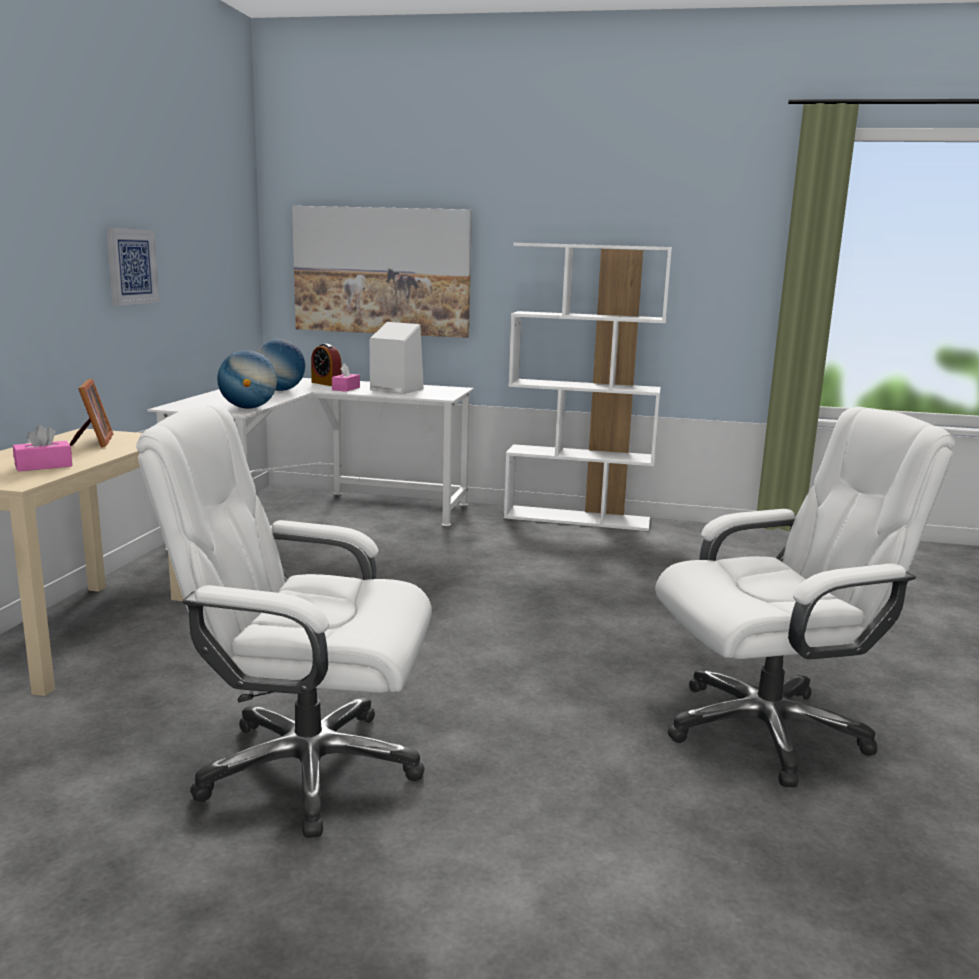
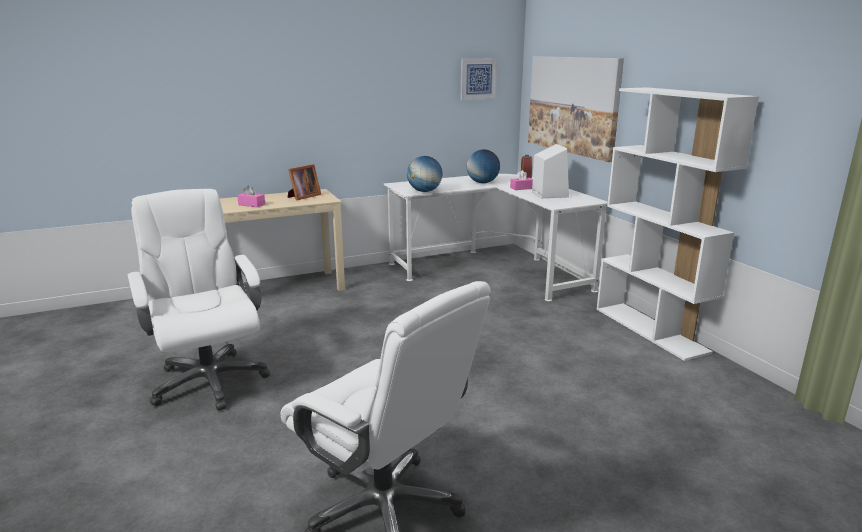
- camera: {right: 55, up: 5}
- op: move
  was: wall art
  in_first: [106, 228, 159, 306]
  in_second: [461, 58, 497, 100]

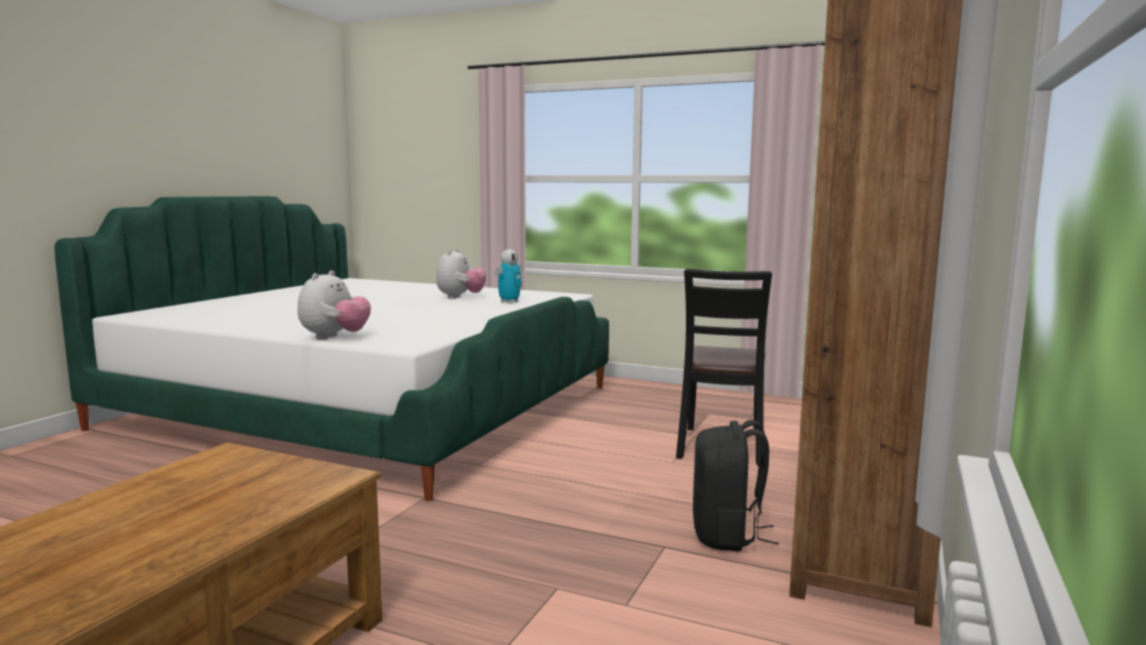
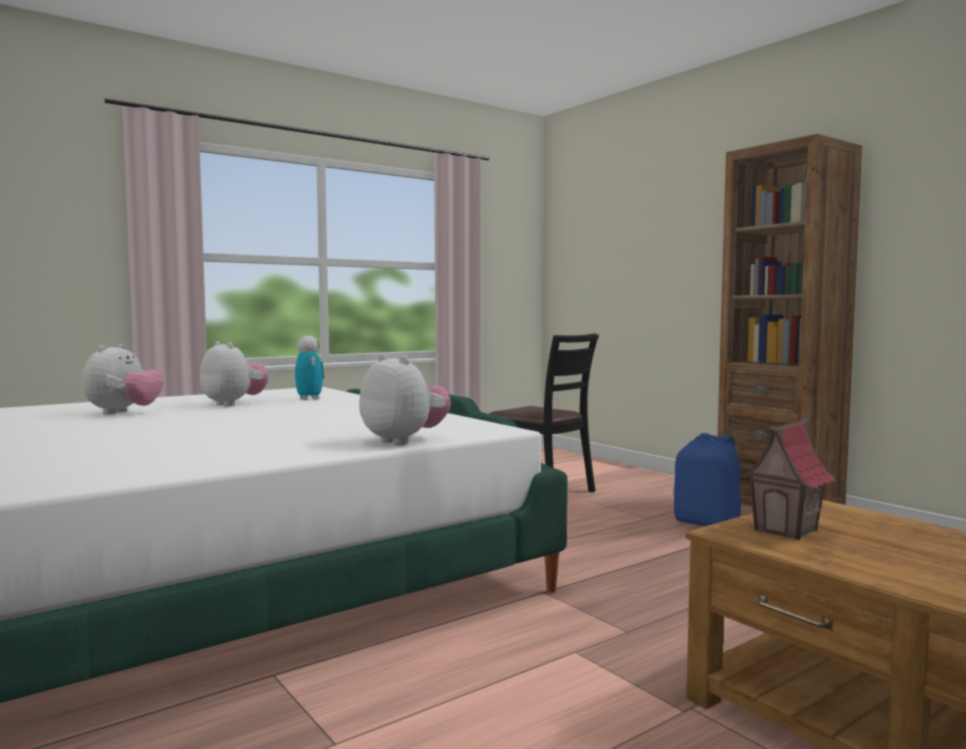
- camera: {right: -60, up: -5}
- op: recolor
  was: knapsack (black-coloured)
  now: knapsack (blue-coloured)
  in_first: [693, 420, 779, 551]
  in_second: [673, 433, 741, 526]
- op: insert
  now: plush toy
  in_second: [82, 344, 164, 415]
- op: insert
  now: toy house
  in_second: [741, 417, 835, 540]

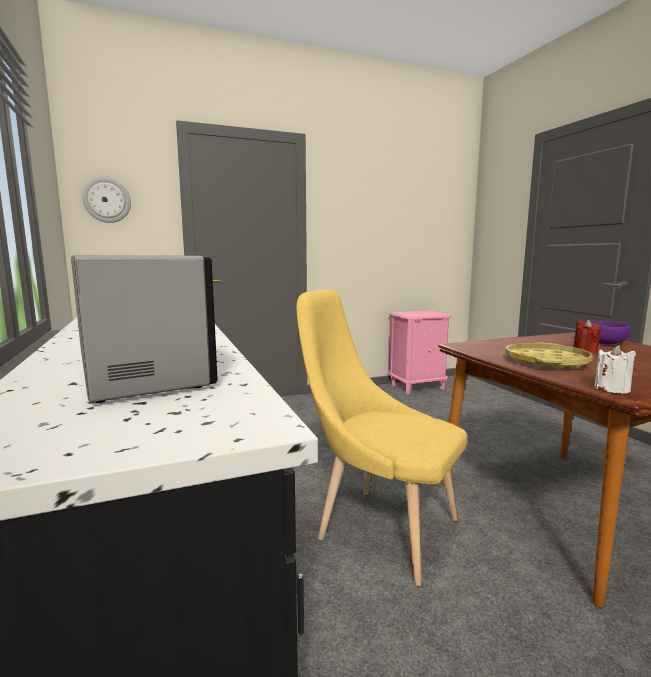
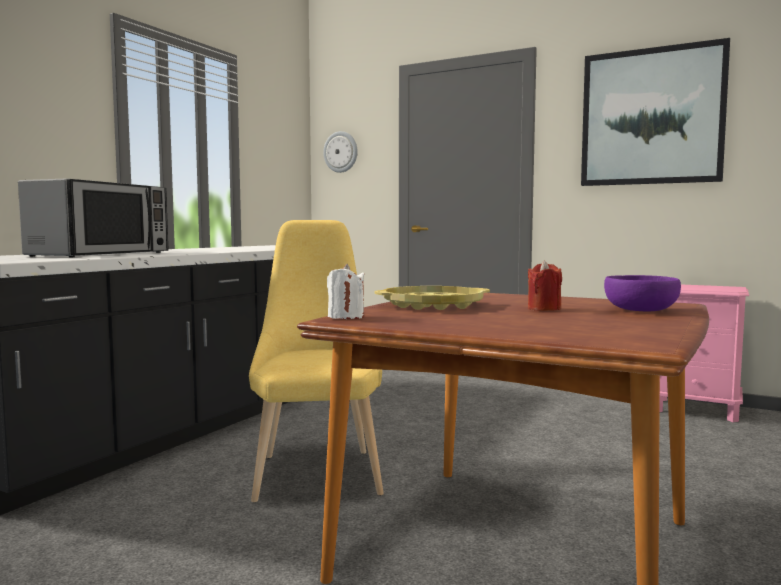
- camera: {right: 50, up: -5}
- op: insert
  now: wall art
  in_second: [581, 38, 730, 186]

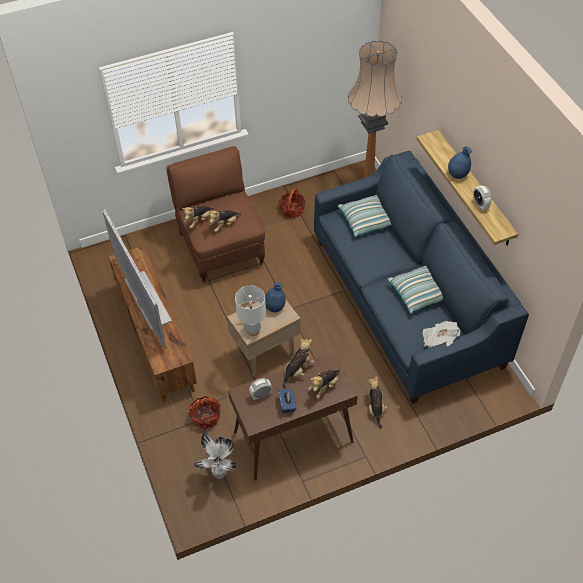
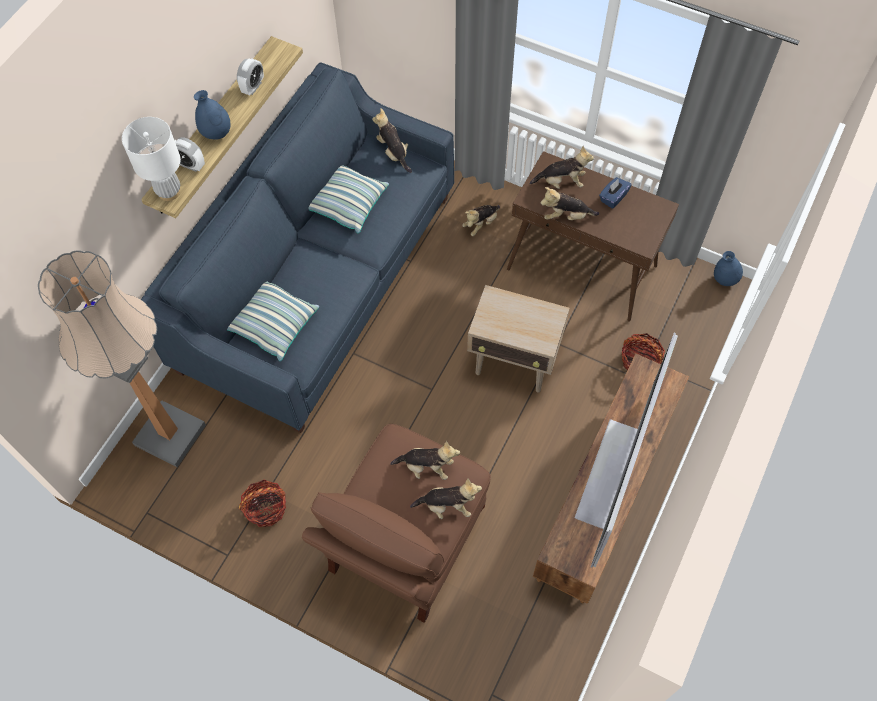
- camera: {right: -130, up: 10}
- op: move
  was: flower vase (blue-coloured)
  in_first: [265, 282, 286, 312]
  in_second: [714, 251, 743, 286]
- op: move
  was: tabletop lamp (whitish)
  in_first: [235, 285, 266, 336]
  in_second: [122, 117, 181, 201]
- op: replace
  was: daily paper
  now: plush toy
  in_first: [423, 321, 460, 347]
  in_second: [372, 108, 412, 173]
- op: move
  was: table clock
  in_first: [249, 378, 272, 400]
  in_second: [175, 137, 205, 172]
- op: delete
  was: houseplant
  in_first: [194, 433, 237, 479]

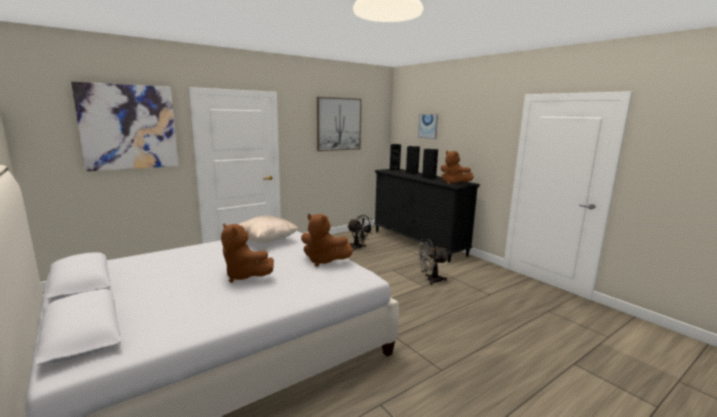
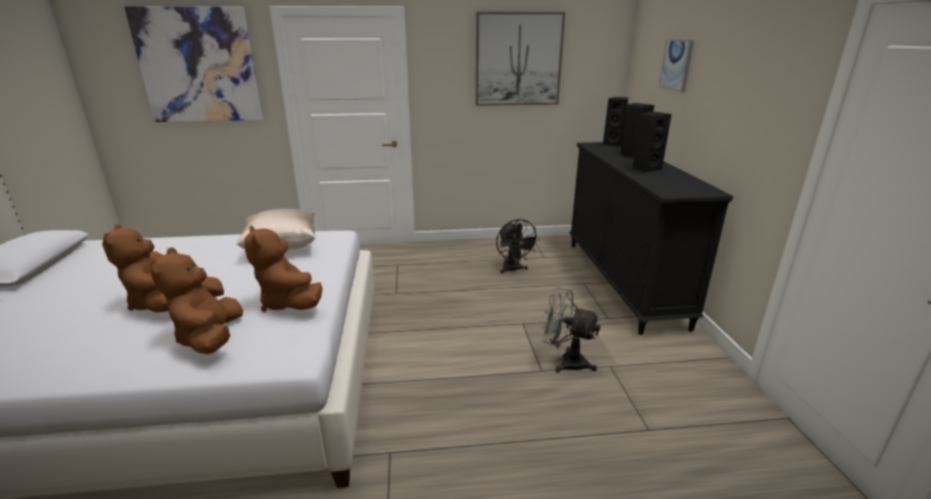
- camera: {right: 30, up: 10}
- op: move
  was: plush toy (brown-coloured)
  in_first: [441, 151, 474, 185]
  in_second: [150, 247, 243, 354]

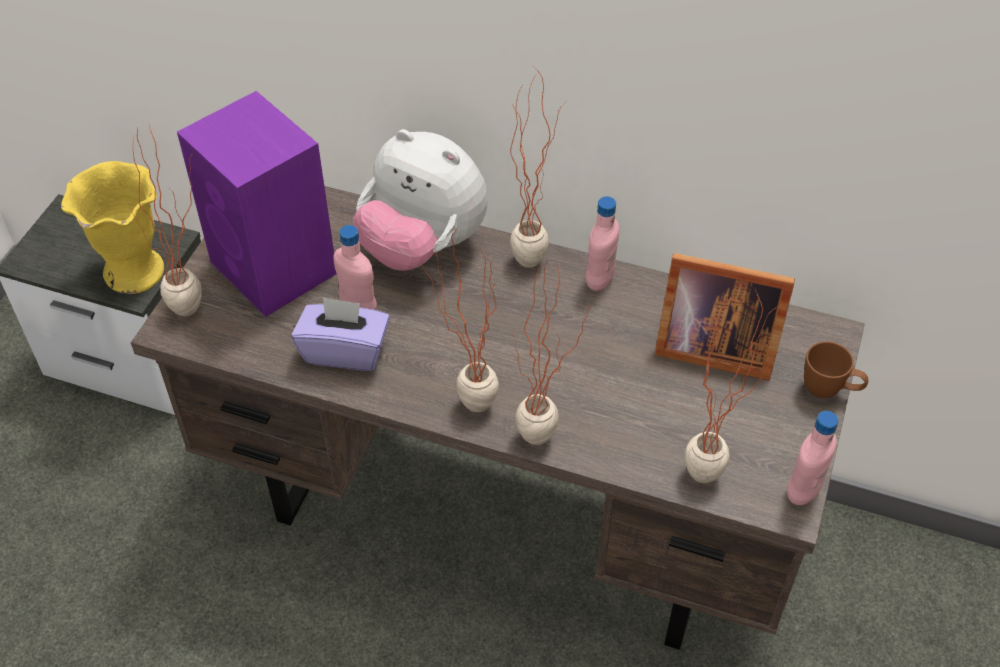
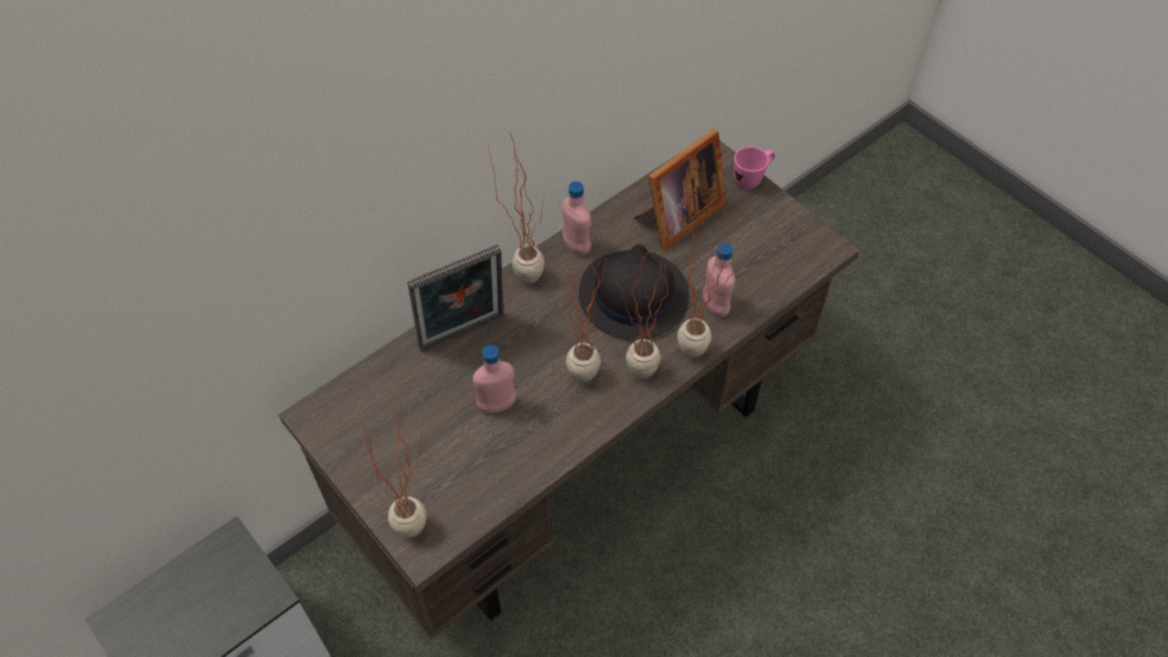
- camera: {right: -60, up: 5}
- op: delete
  was: loudspeaker (purplish)
  in_first: [177, 91, 337, 317]
- op: replace
  was: plush toy
  now: photo frame
  in_first: [353, 129, 488, 271]
  in_second: [407, 245, 504, 352]
- op: delete
  was: flower vase (yellowish)
  in_first: [61, 161, 164, 294]
- op: move
  was: houseplant
  in_first: [685, 290, 782, 483]
  in_second: [564, 230, 611, 383]
- op: delete
  was: tissue holder (purplish)
  in_first: [292, 297, 390, 371]
- op: recolor
  was: tea mug (brown-coloured)
  now: tea mug (pink)
  in_first: [804, 341, 868, 398]
  in_second: [734, 146, 775, 189]
- op: move
  was: beverage bottle (pink)
  in_first: [787, 411, 839, 505]
  in_second: [703, 243, 735, 317]
- op: insert
  now: clothing hat (black-coloured)
  in_second: [579, 244, 689, 340]

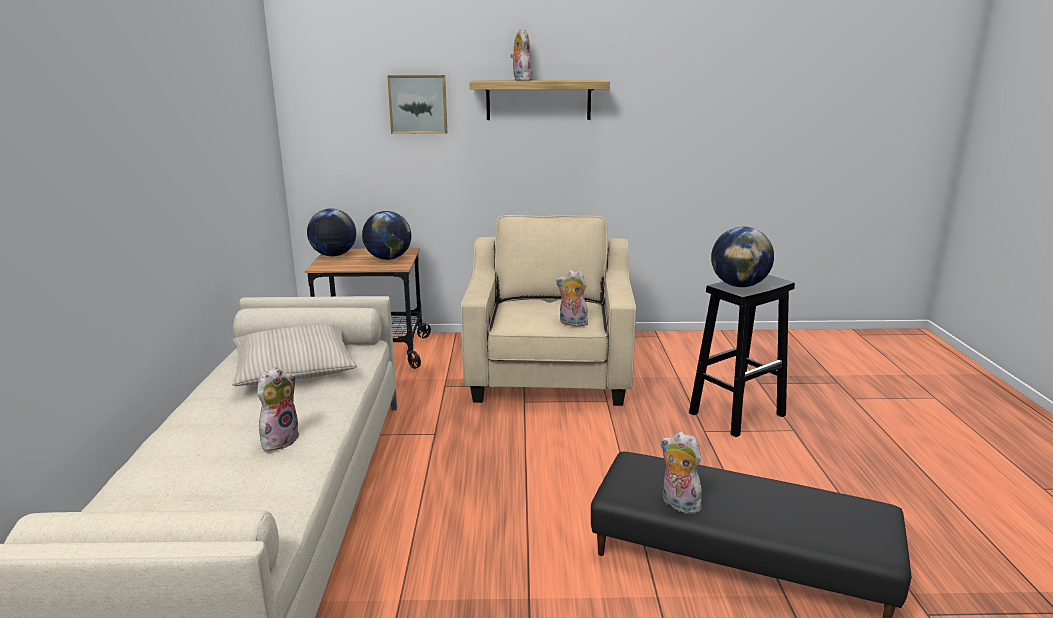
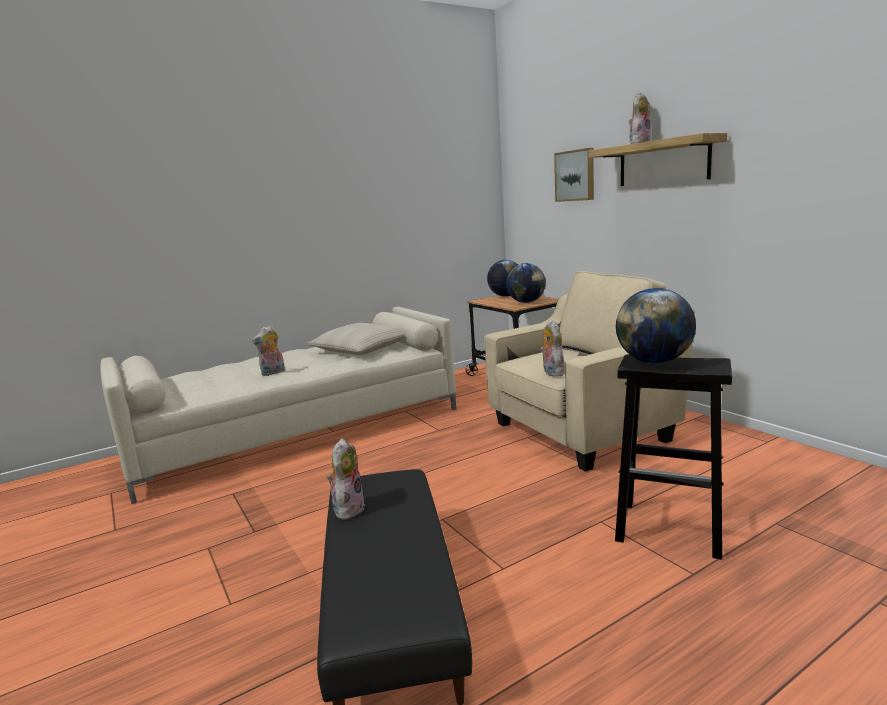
- camera: {right: 60, up: -5}
- op: rotate
  was: plush toy
  in_first: [257, 367, 299, 451]
  in_second: [252, 325, 285, 376]
  clockwise: 135

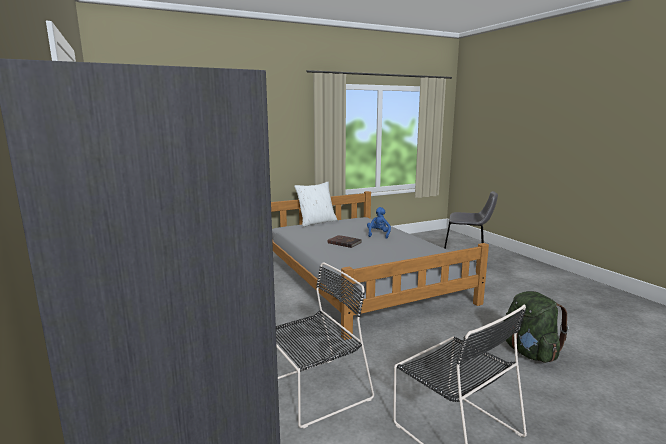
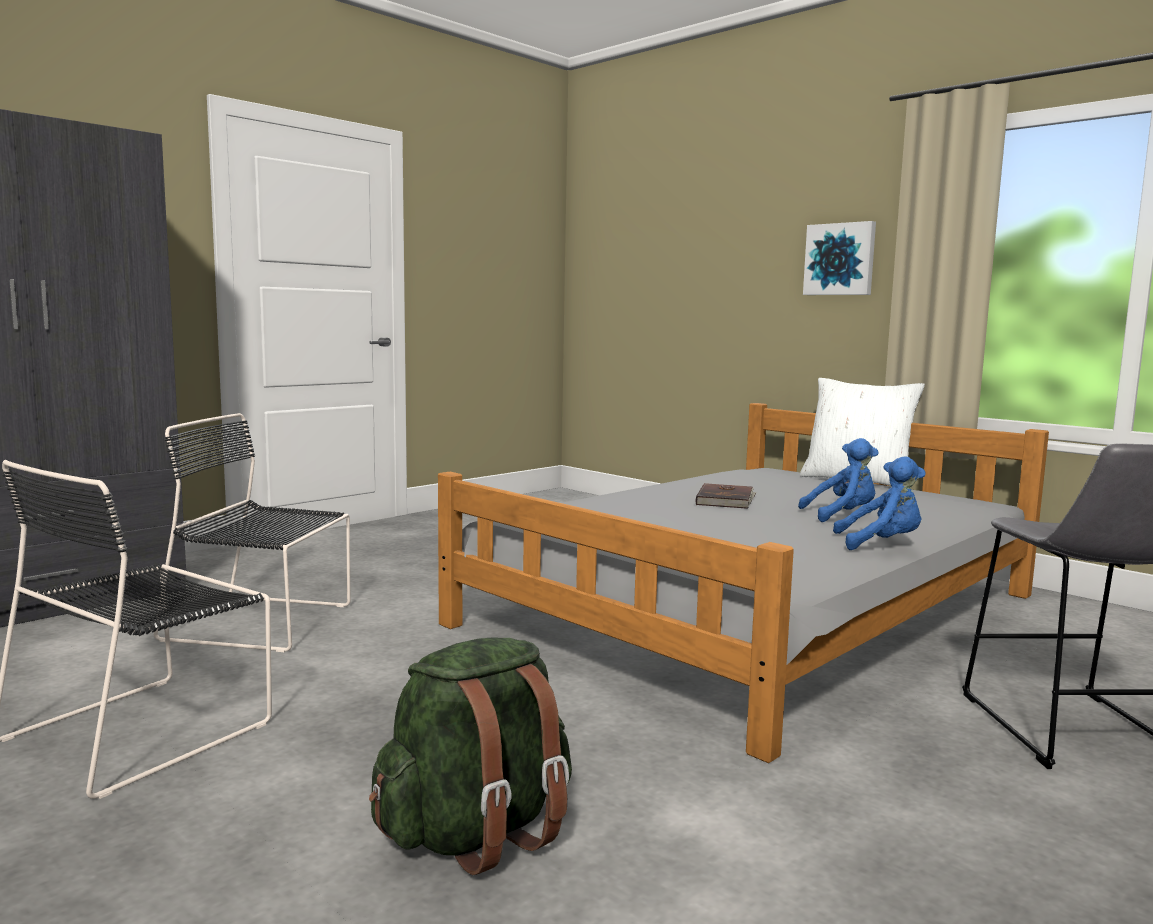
- camera: {right: 70, up: -5}
- op: rotate
  was: plain chair (black-coloured)
  in_first: [276, 262, 374, 428]
  in_second: [154, 413, 350, 652]
  clockwise: 150
- op: insert
  now: wall art
  in_second: [803, 221, 876, 295]
- op: insert
  now: plush toy (blue-coloured)
  in_second: [833, 456, 926, 550]

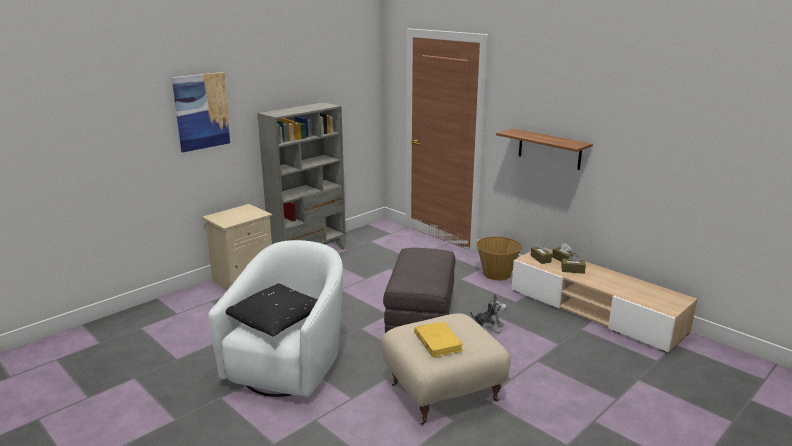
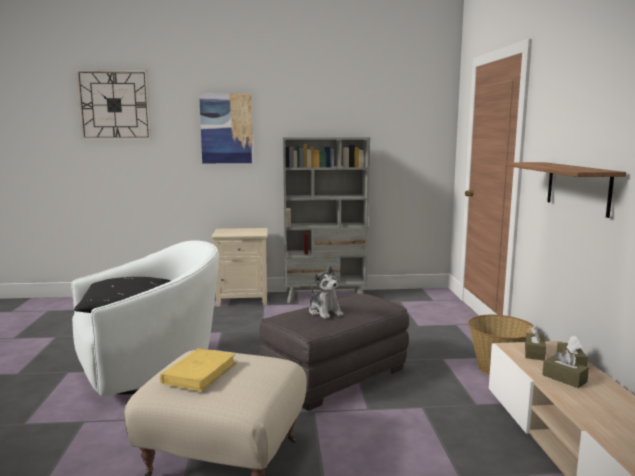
- camera: {right: 40, up: -10}
- op: move
  was: plush toy
  in_first: [470, 294, 507, 333]
  in_second: [309, 266, 343, 319]
- op: insert
  now: wall clock
  in_second: [75, 69, 152, 140]

